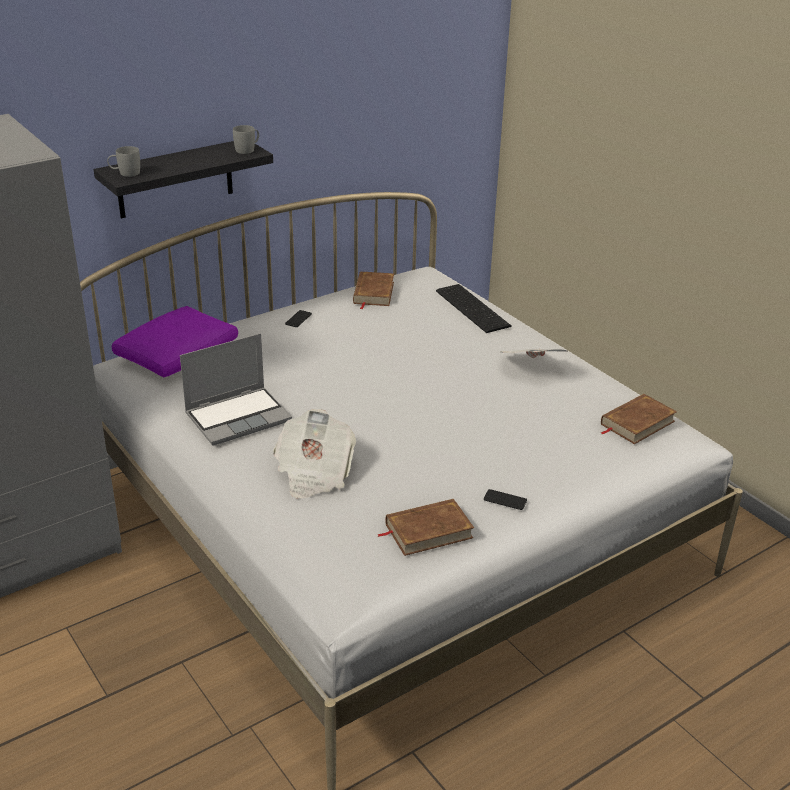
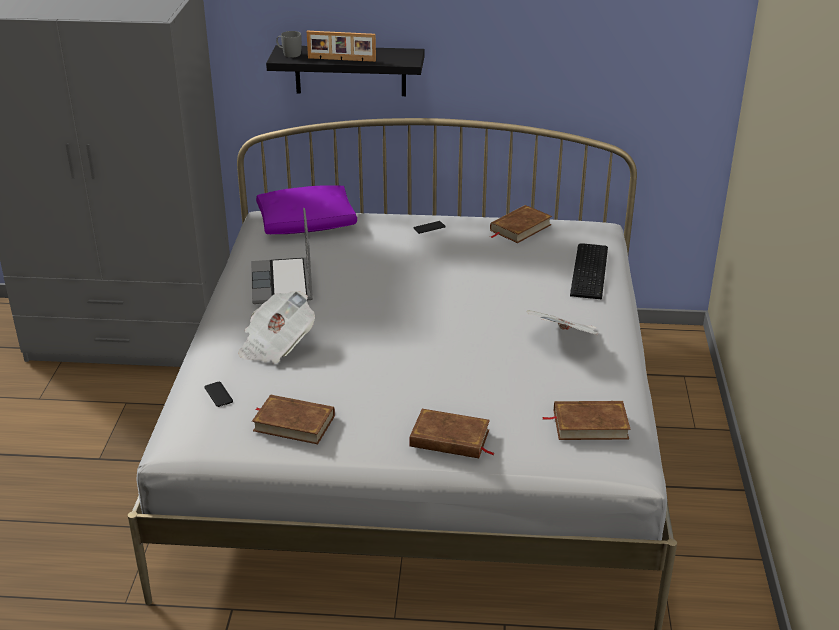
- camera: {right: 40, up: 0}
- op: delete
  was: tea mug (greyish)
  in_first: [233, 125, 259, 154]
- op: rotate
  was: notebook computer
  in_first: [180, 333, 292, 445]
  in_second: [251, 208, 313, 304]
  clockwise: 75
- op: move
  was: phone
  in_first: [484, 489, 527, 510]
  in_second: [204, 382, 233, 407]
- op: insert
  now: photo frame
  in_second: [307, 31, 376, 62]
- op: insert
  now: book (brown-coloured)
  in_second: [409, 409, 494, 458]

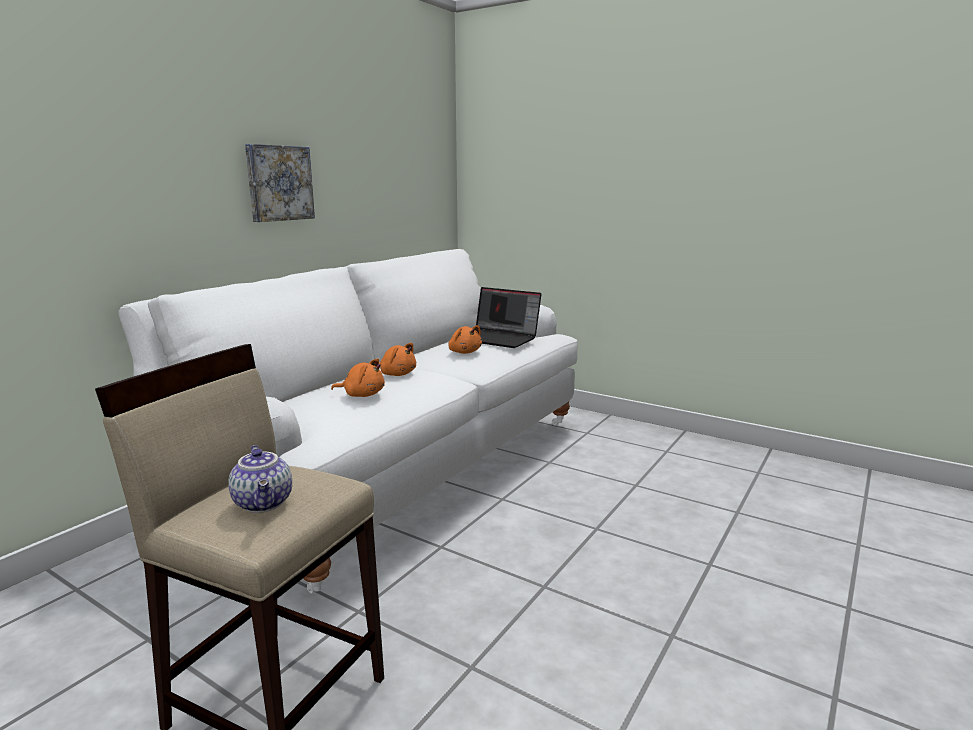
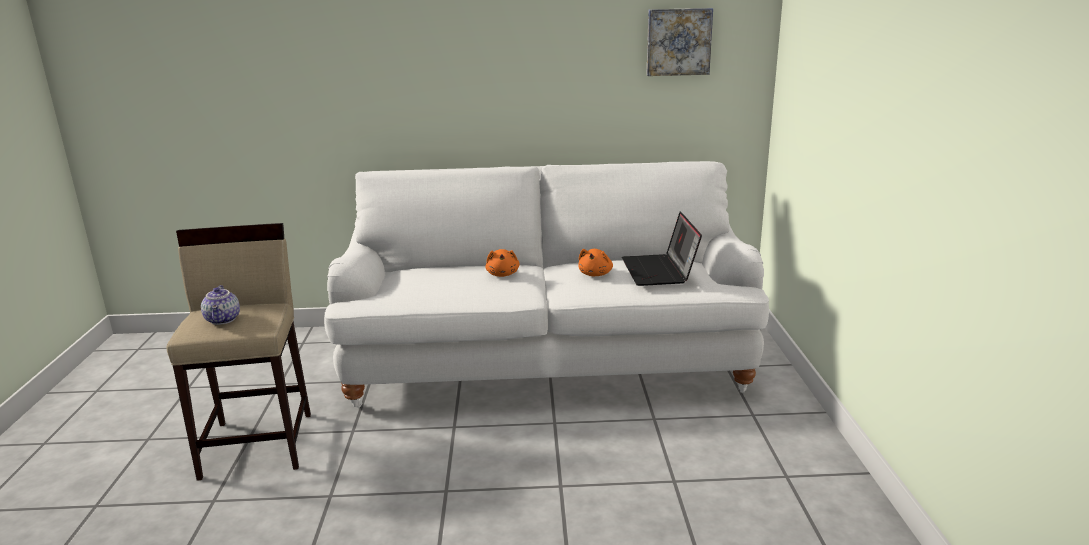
- camera: {right: 55, up: 5}
- op: move
  was: wall art
  in_first: [245, 144, 315, 222]
  in_second: [647, 8, 713, 76]
- op: delete
  was: plush toy (orange-coloured)
  in_first: [331, 359, 385, 397]
- op: rotate
  was: teapot
  in_first: [228, 445, 292, 513]
  in_second: [201, 285, 240, 325]
  clockwise: -45

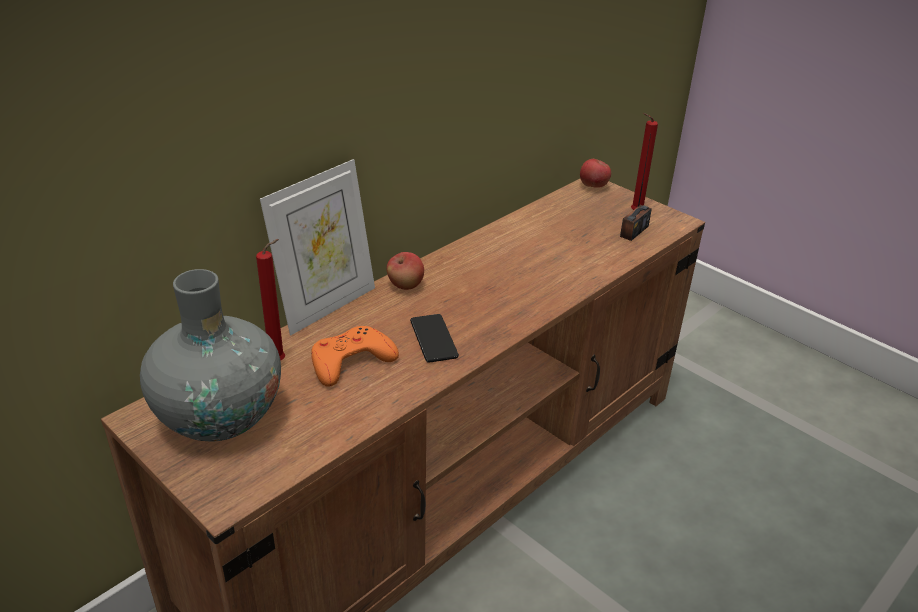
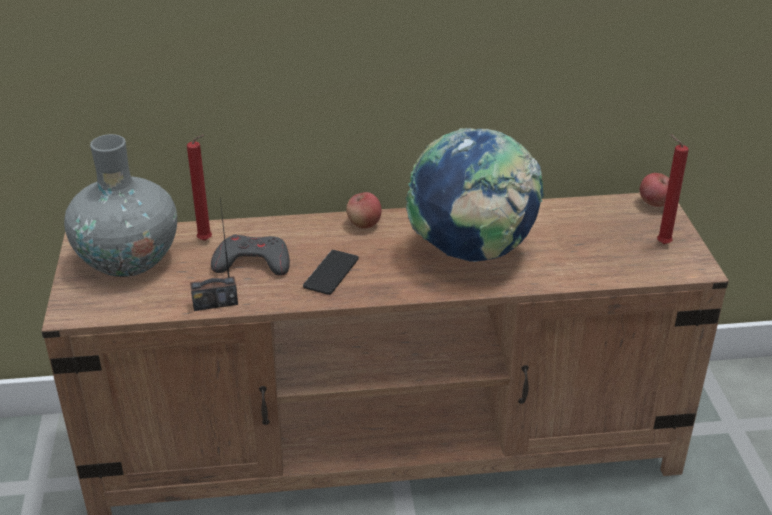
- camera: {right: 40, up: 0}
- op: move
  was: radio receiver
  in_first: [620, 135, 652, 241]
  in_second: [190, 199, 238, 311]
- op: delete
  was: photo frame
  in_first: [260, 159, 375, 335]
- op: recolor
  was: game controller (orange-coloured)
  now: game controller (greyish)
  in_first: [311, 326, 399, 387]
  in_second: [211, 234, 290, 275]
- op: insert
  now: desk globe
  in_second: [406, 128, 544, 262]

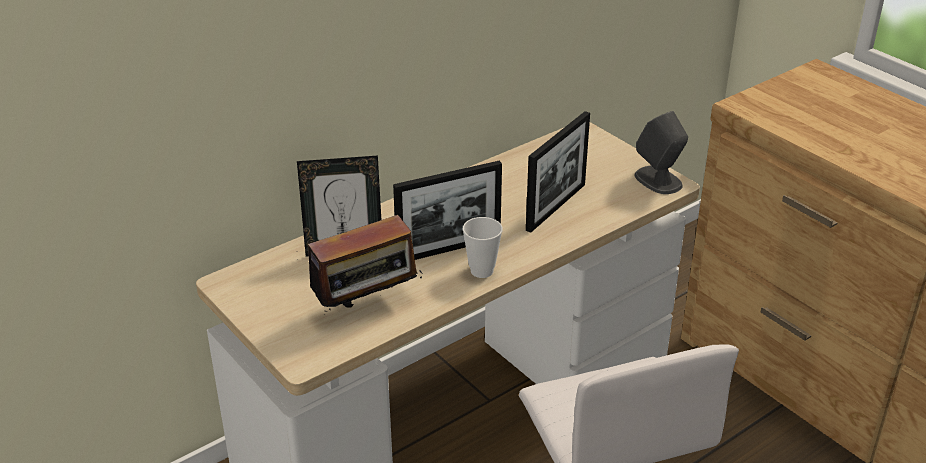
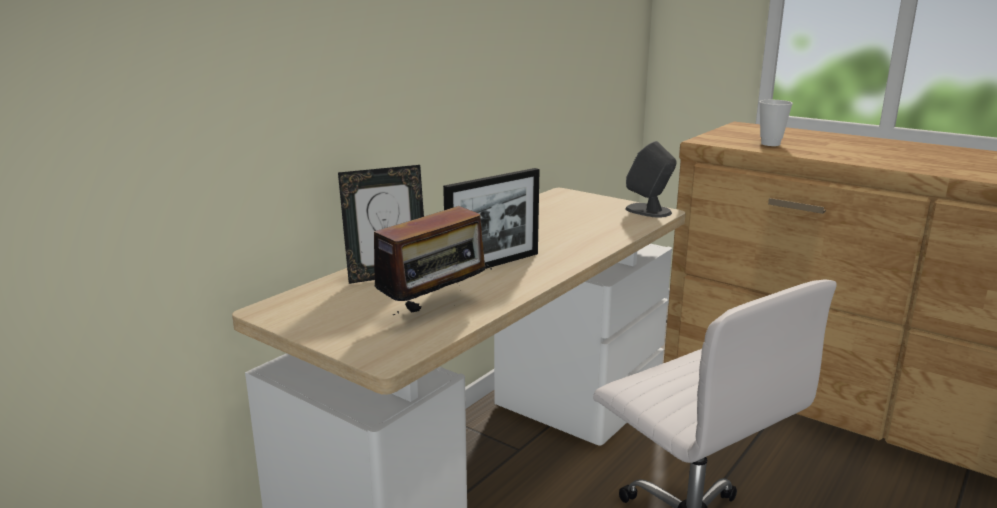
- camera: {right: -15, up: -15}
- op: delete
  was: photo frame
  in_first: [526, 111, 590, 233]
- op: move
  was: small cup
  in_first: [463, 217, 503, 278]
  in_second: [759, 100, 793, 146]

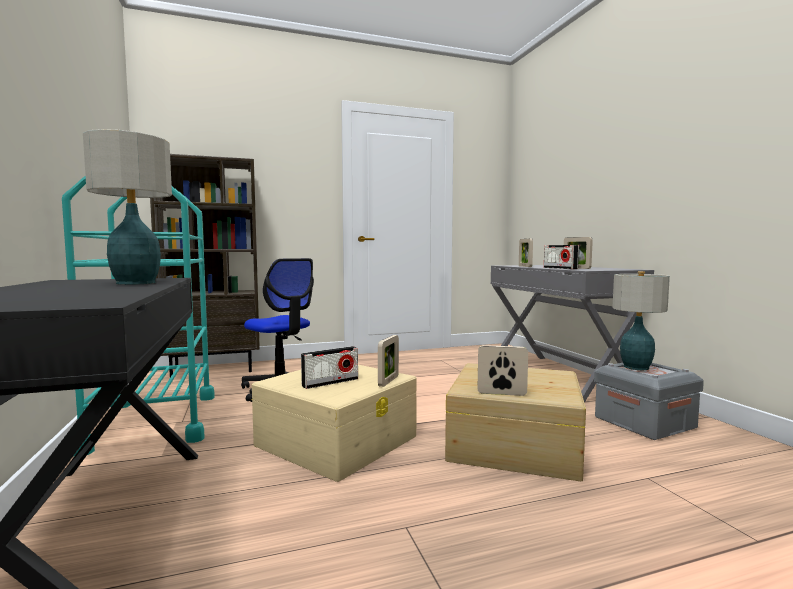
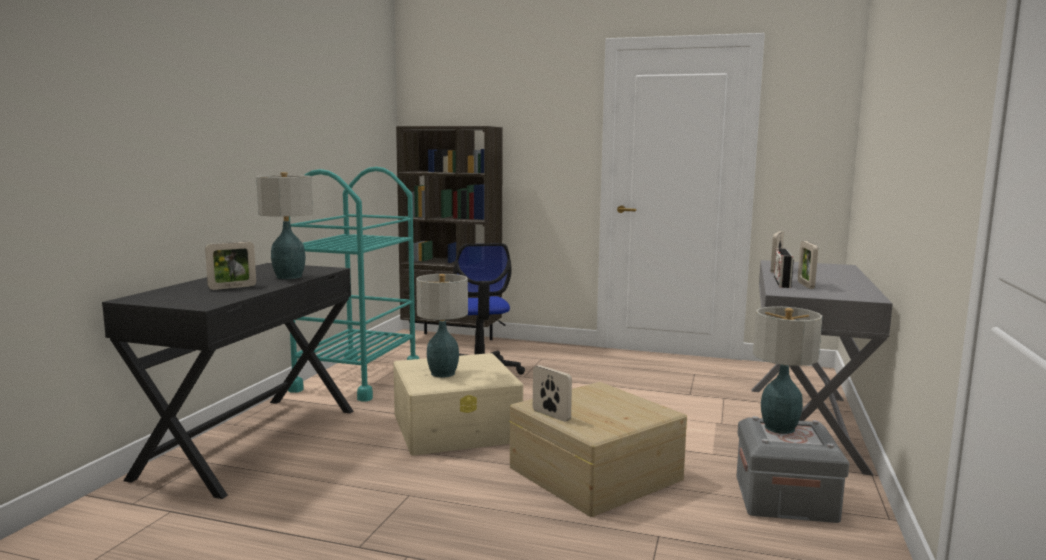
- camera: {right: 35, up: 5}
- op: move
  was: photo frame
  in_first: [378, 335, 399, 387]
  in_second: [205, 242, 256, 290]
- op: replace
  was: radio receiver
  now: tabletop lamp
  in_first: [301, 346, 358, 389]
  in_second: [416, 274, 468, 378]

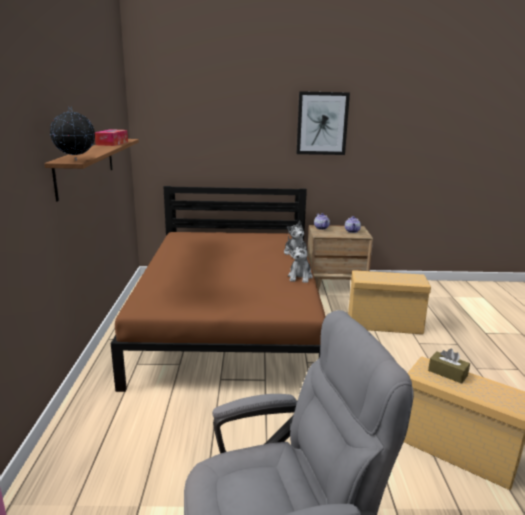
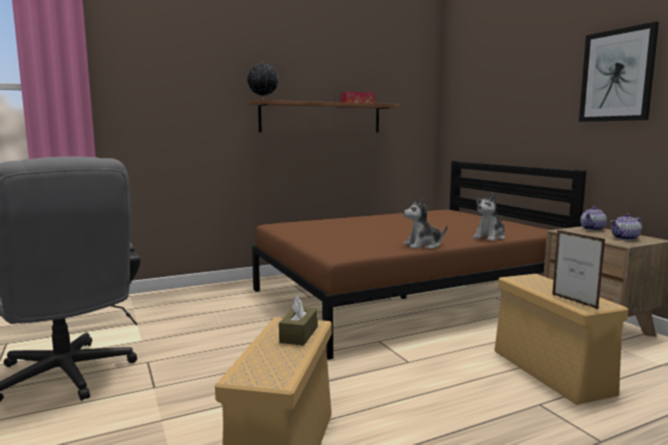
- camera: {right: 65, up: -10}
- op: insert
  now: photo frame
  in_second: [552, 230, 605, 310]

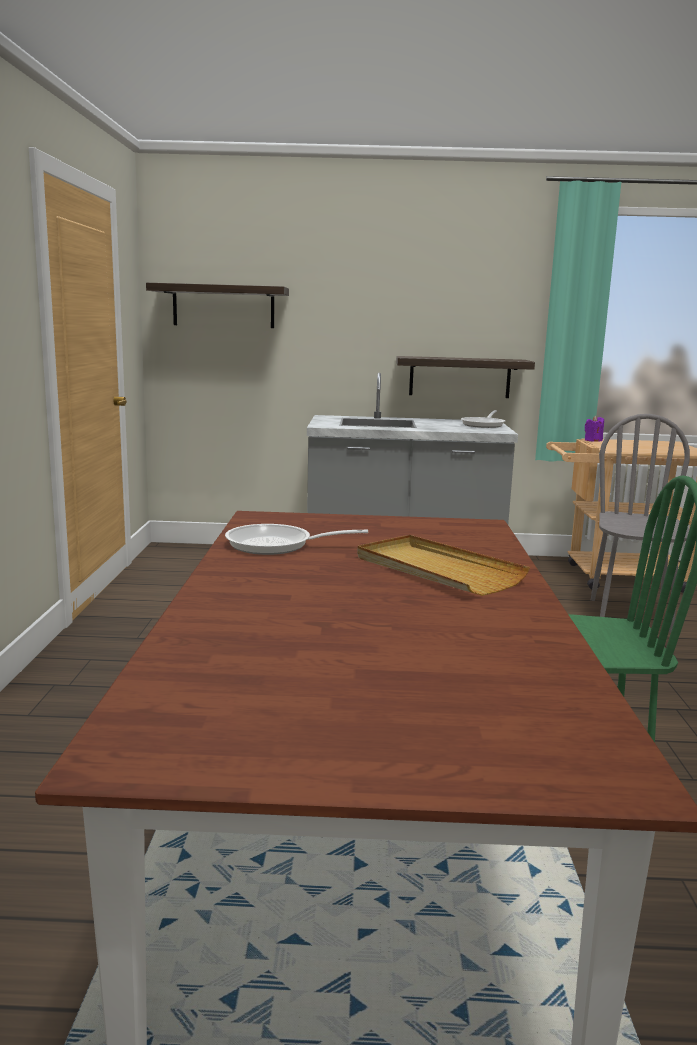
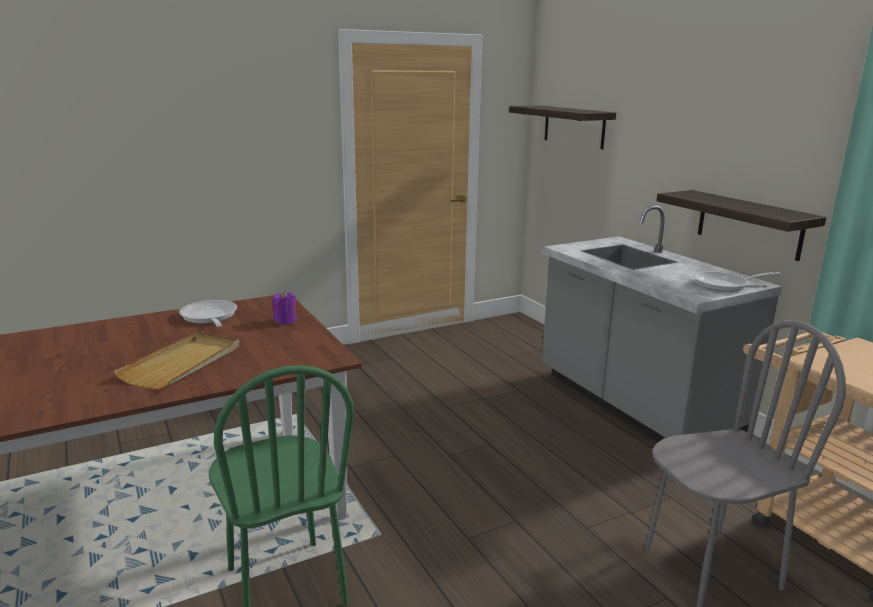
- camera: {right: 60, up: 5}
- op: move
  was: candle (purplish)
  in_first: [585, 415, 604, 442]
  in_second: [272, 291, 297, 325]

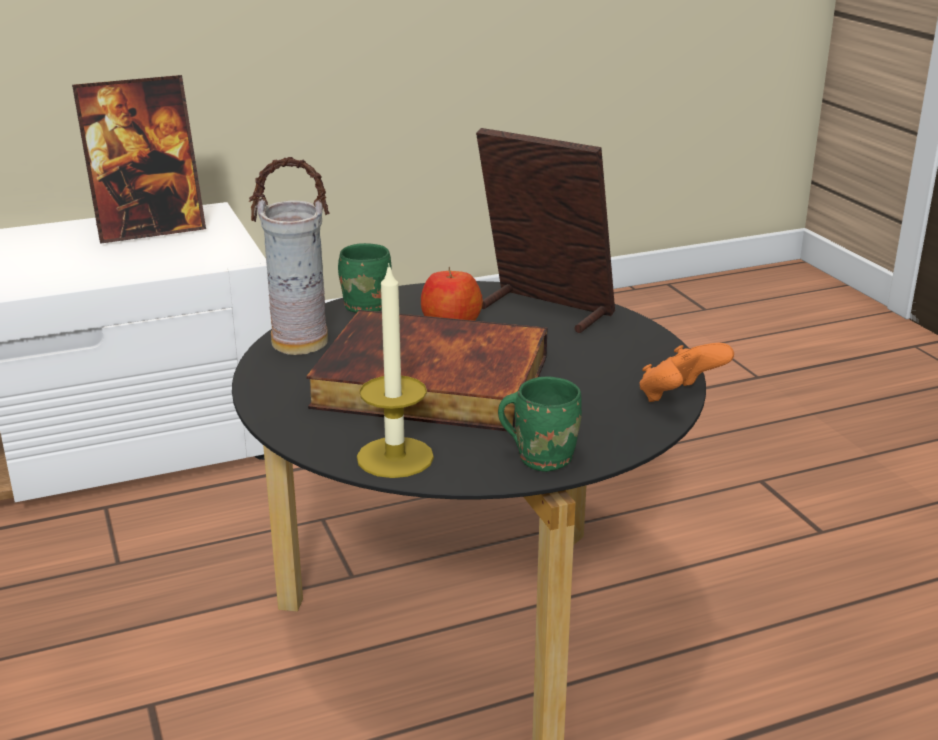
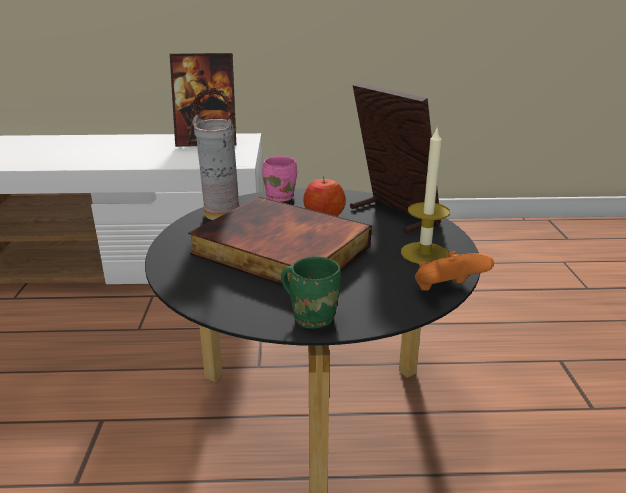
- camera: {right: 20, up: 0}
- op: recolor
  was: tea mug (greenish)
  now: tea mug (pink)
  in_first: [338, 243, 391, 313]
  in_second: [262, 156, 297, 202]
- op: move
  was: candle
  in_first: [357, 263, 434, 478]
  in_second: [401, 129, 450, 264]

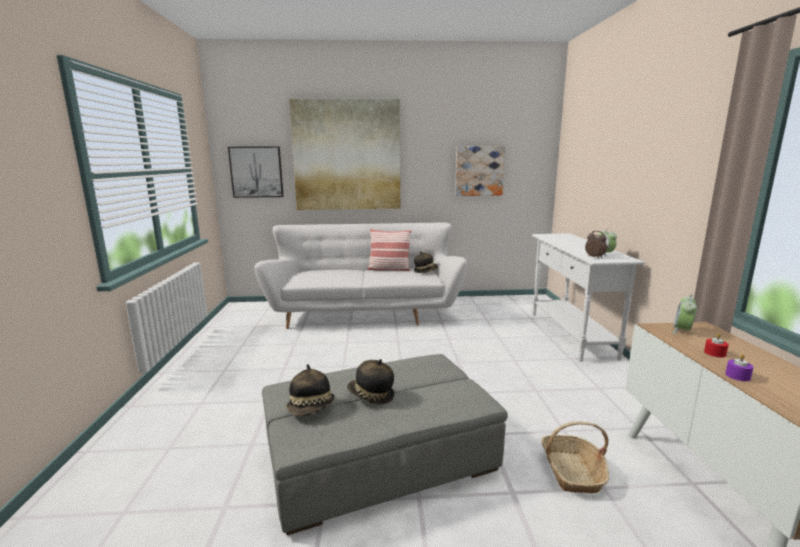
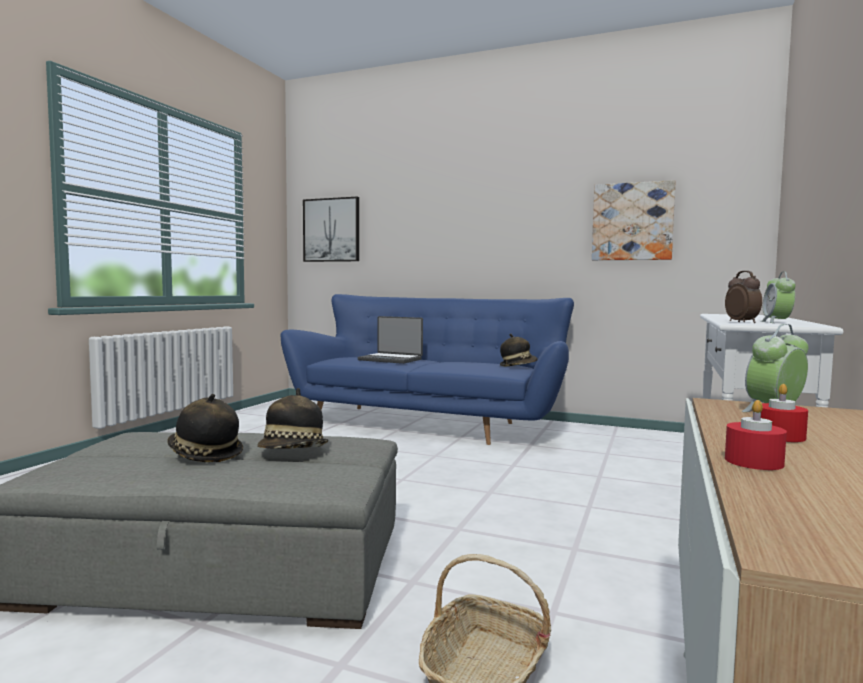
- camera: {right: 25, up: -10}
- op: delete
  was: wall art
  in_first: [289, 99, 400, 210]
- op: recolor
  was: couch (whitish)
  now: couch (blue-coloured)
  in_first: [254, 223, 468, 329]
  in_second: [281, 294, 574, 445]
- op: delete
  was: throw pillow
  in_first: [367, 229, 412, 271]
- op: recolor
  was: candle (purplish)
  now: candle (reddish)
  in_first: [725, 354, 754, 381]
  in_second: [725, 400, 787, 470]
- op: move
  was: clothing hat
  in_first: [286, 364, 335, 416]
  in_second: [257, 388, 328, 449]
- op: insert
  now: notebook computer
  in_second: [358, 316, 423, 364]

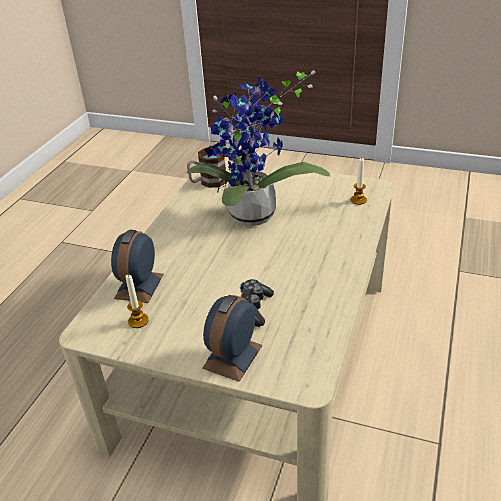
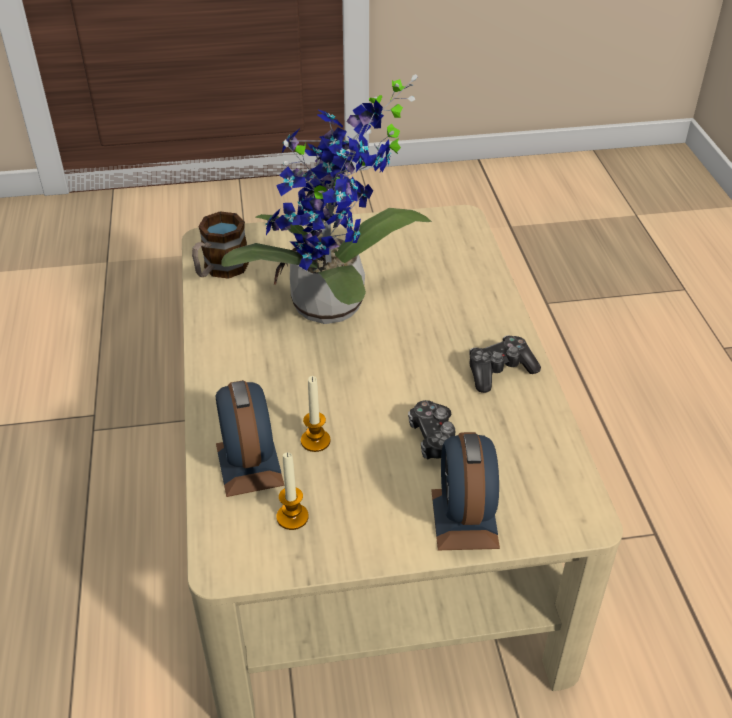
- camera: {right: -30, up: 5}
- op: move
  was: candle
  in_first: [350, 158, 367, 205]
  in_second: [301, 376, 331, 452]
- op: insert
  now: game controller
  in_second: [469, 335, 541, 393]

